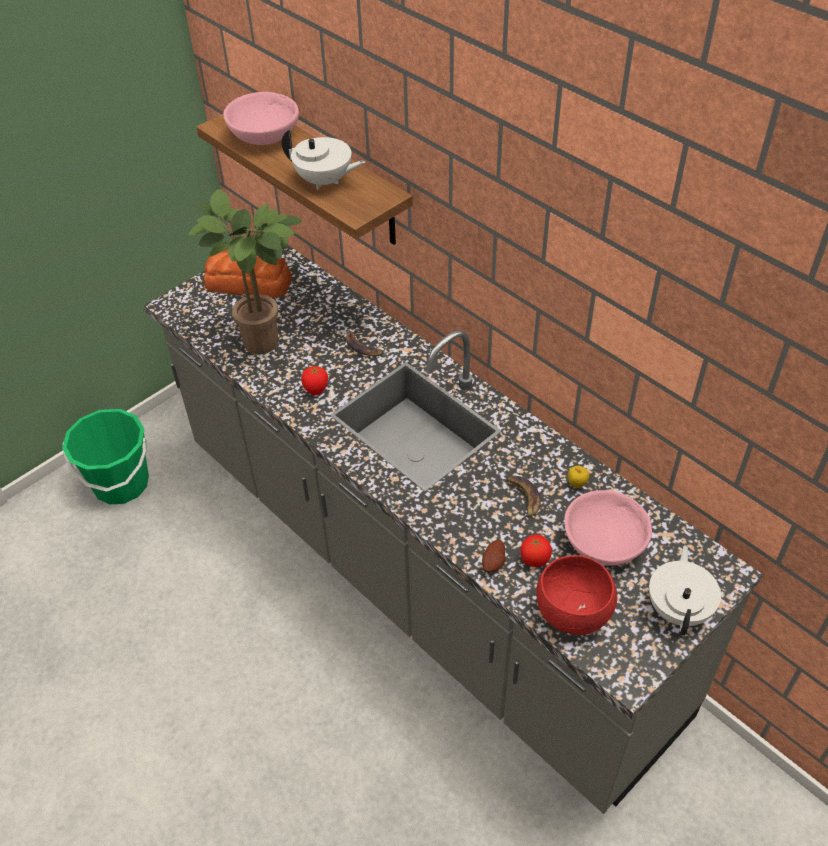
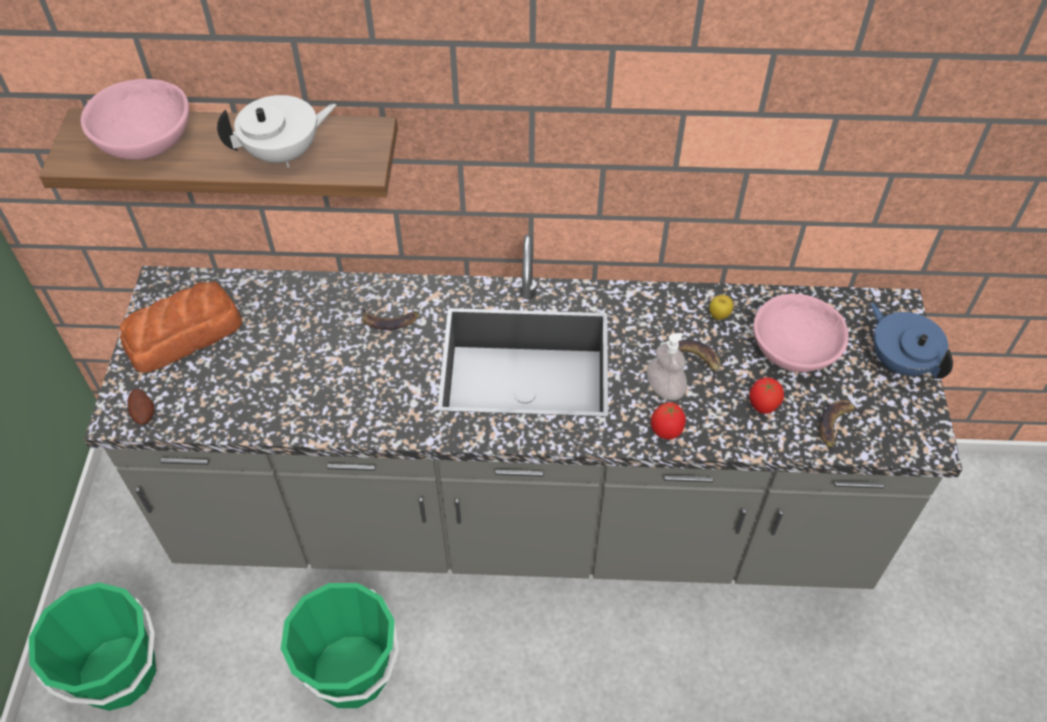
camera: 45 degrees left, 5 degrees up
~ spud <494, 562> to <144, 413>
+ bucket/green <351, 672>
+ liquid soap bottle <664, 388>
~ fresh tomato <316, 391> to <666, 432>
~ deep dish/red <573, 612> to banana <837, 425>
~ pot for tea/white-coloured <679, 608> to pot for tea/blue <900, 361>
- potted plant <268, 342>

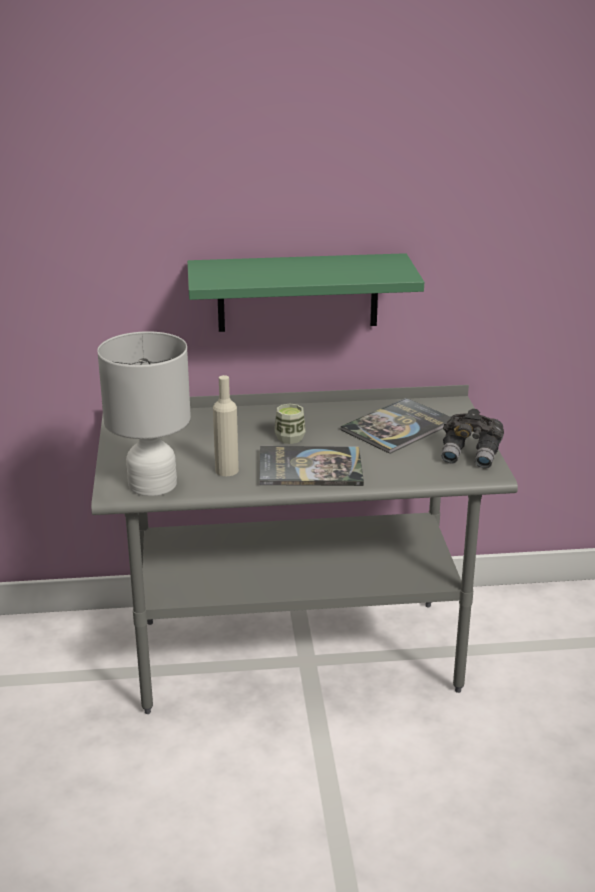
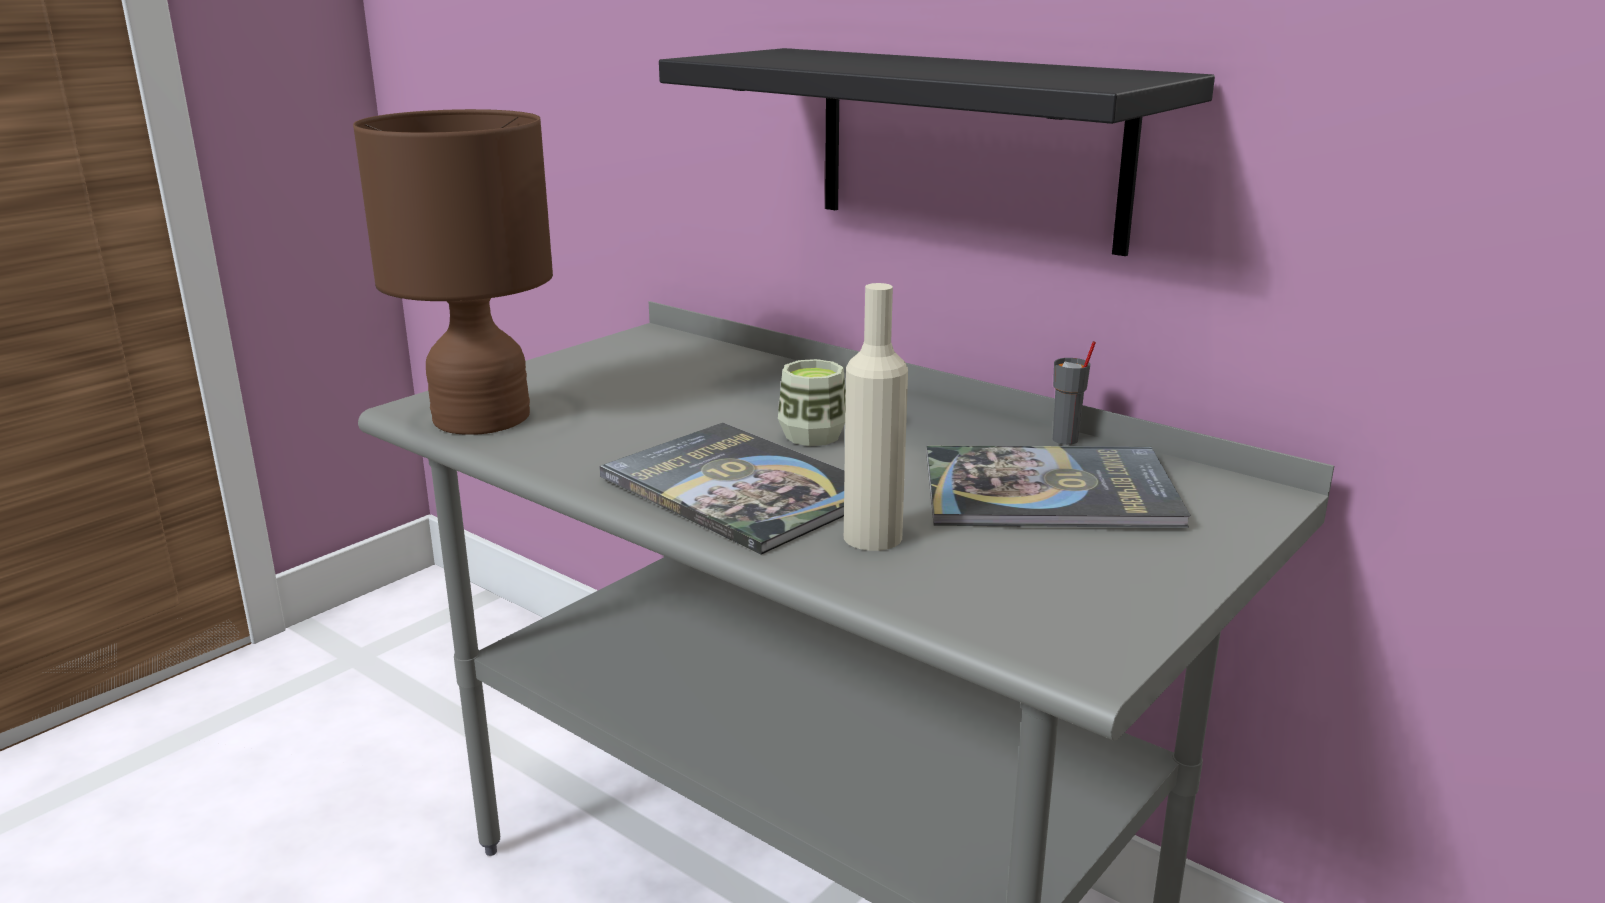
camera: 45 degrees right, 5 degrees down
~ lamp for a table/grey <152, 485> to lamp for a table/brown <479, 418>
~ wall shelf/green <298, 292> to wall shelf/blackish <969, 146>
~ drink bottle/beige-coloured <226, 470> to <872, 537>
+ cup/grey <1065, 440>
- field glasses/grey <471, 455>

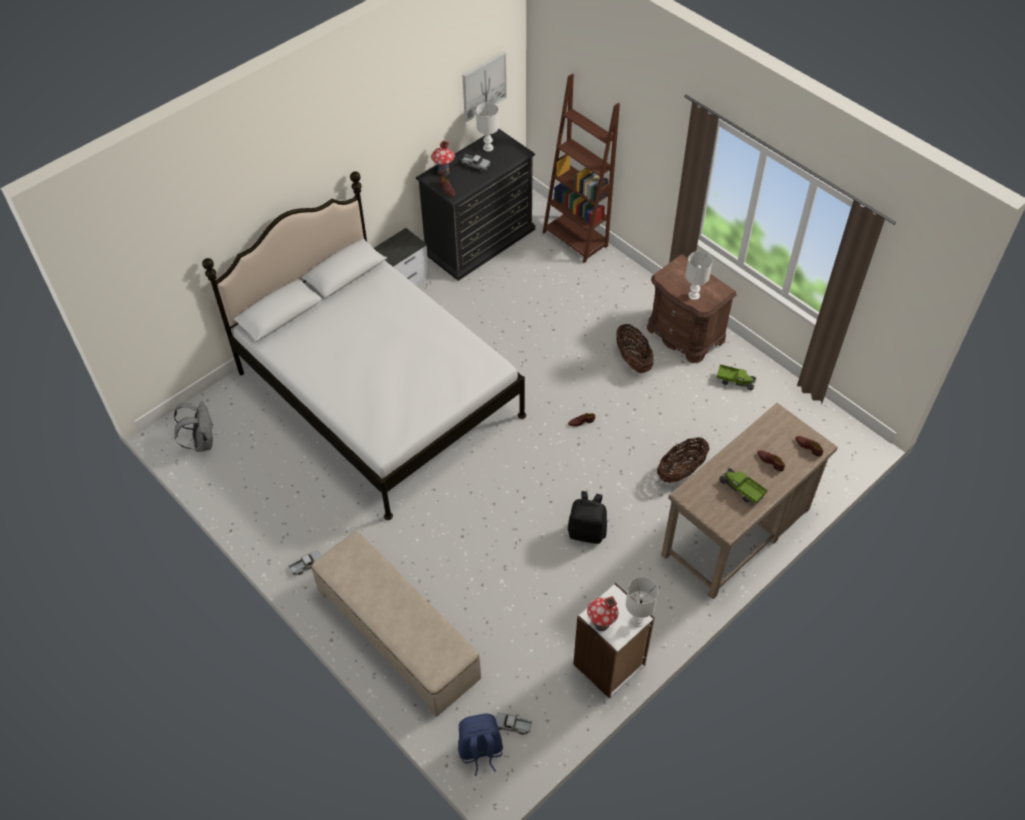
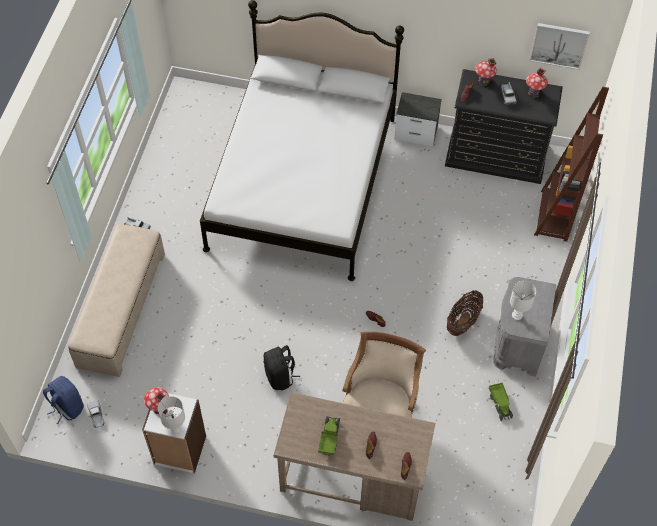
camera: 55 degrees right, 5 degrees up
~ storage basket <681, 471> to computer chair <380, 410>
~ bedside table/brown <683, 336> to bedside table/grey <517, 343>
~ lamp for a table/white-coloured <488, 147> to miniature house <534, 93>
- backpack/grey <202, 442>

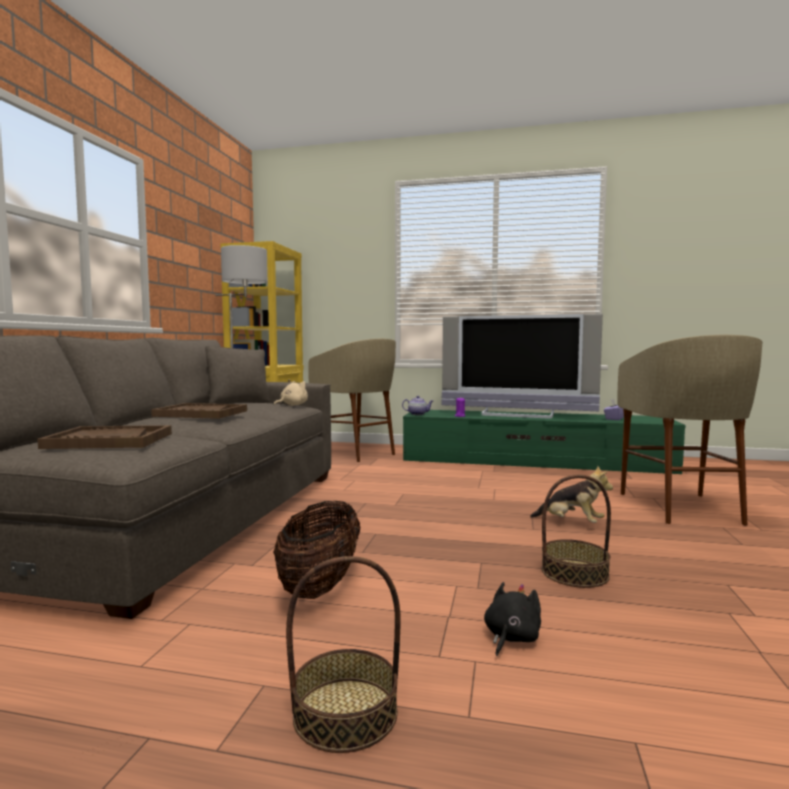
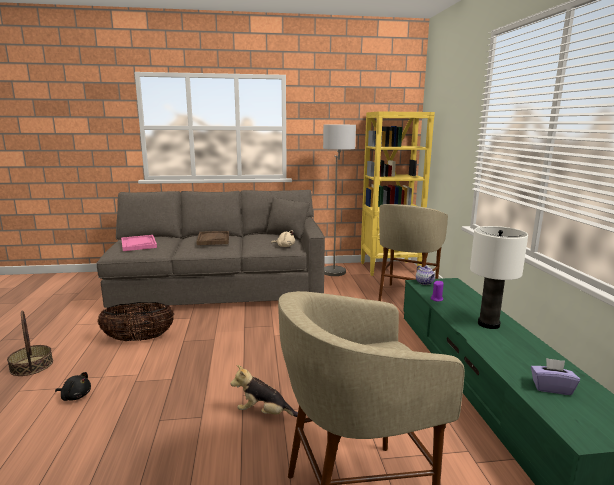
camera: 70 degrees right, 10 degrees up
~ carrying tray/brown <109, 441> to carrying tray/pink <138, 244>
~ cuddly toy <571, 523> = <264, 413> 90 degrees clockwise
~ television <517, 415> to lamp for a table/white-coloured <489, 324>
- storage basket <574, 573>

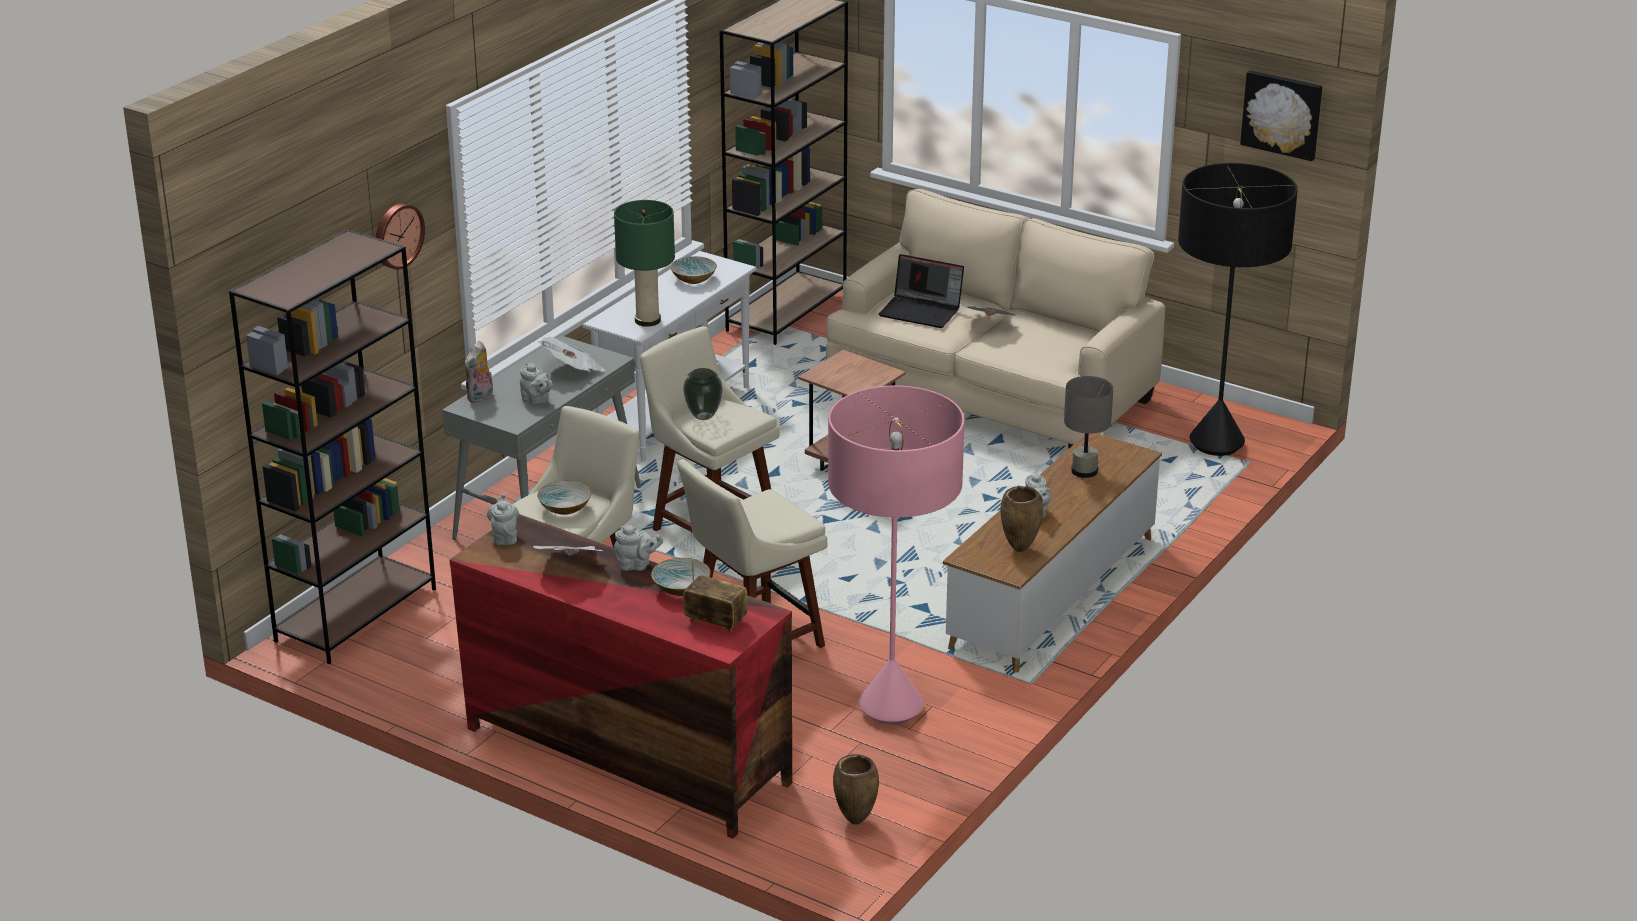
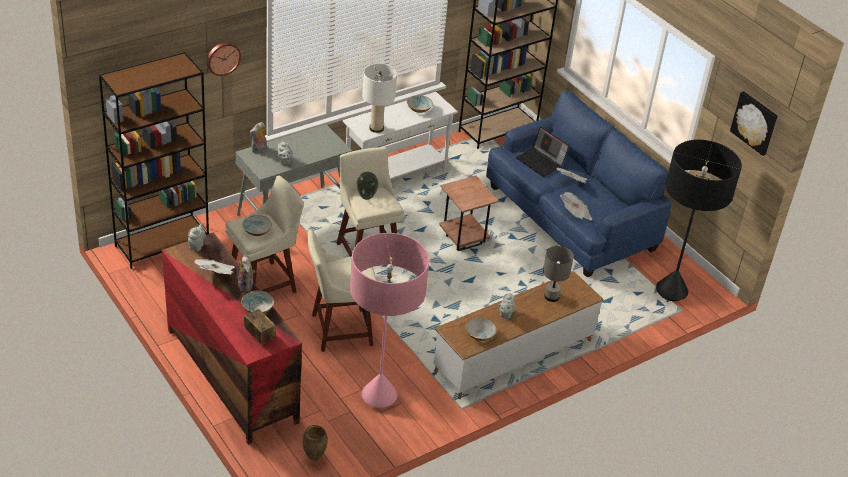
camera: 20 degrees right, 10 degrees up
~ pot for tea/grey <637, 565> to cuddly toy <247, 286>
~ lamp for a table/green <647, 320> to lamp for a table/white-coloured <376, 128>
~ vase/brown <1019, 550> to deep dish <479, 335>
~ couch/beige-coloured <992, 395> to couch/blue <570, 218>
~ printed paper <573, 370> to <575, 214>

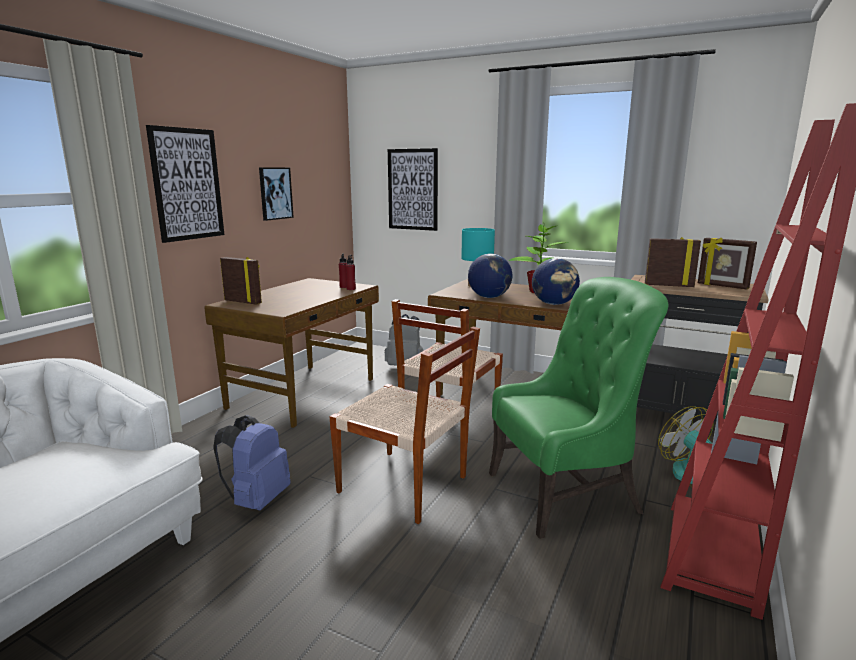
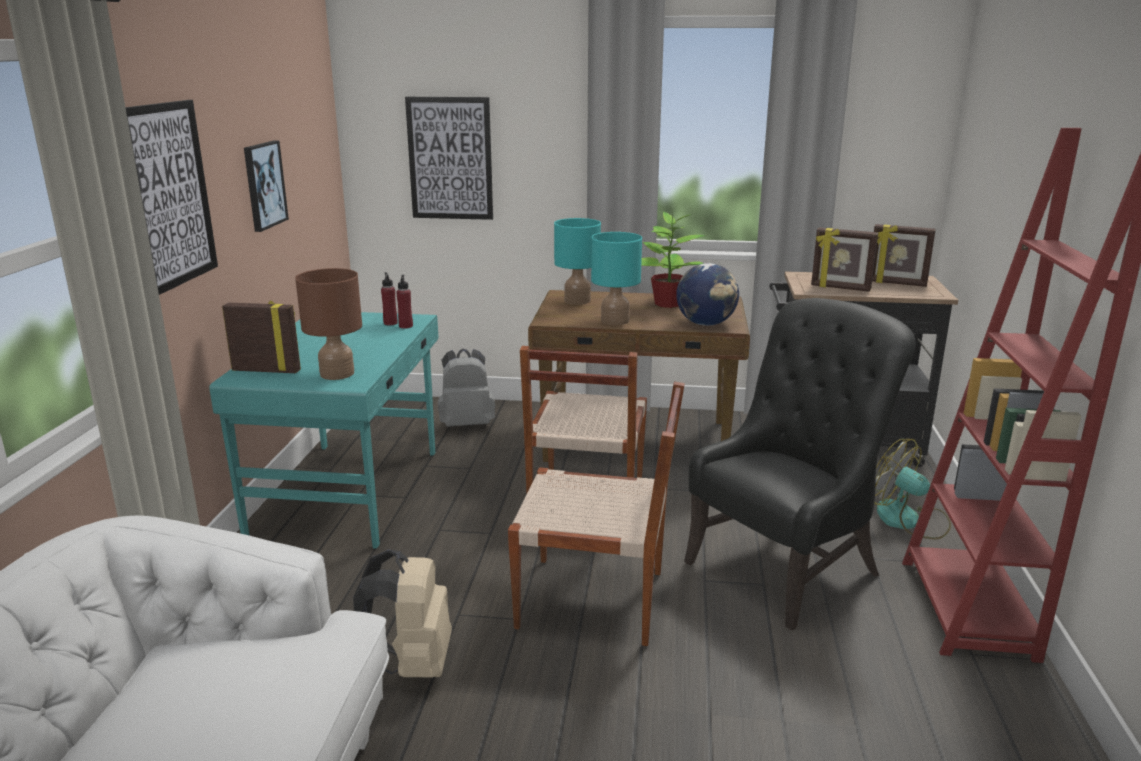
camera: 20 degrees left, 5 degrees up
~ desk unit/brown <305, 393> to desk unit/turquoise <350, 491>
+ lamp for a table/brown <336, 374>
~ backpack/blue <257, 500> to backpack/beige-coloured <413, 664>
~ world globe <489, 297> to lamp for a table/turquoise <614, 321>
~ chair/green <565, 492> to chair/blackish <785, 568>
~ photo frame <668, 285> = <840, 288> 150 degrees counterclockwise

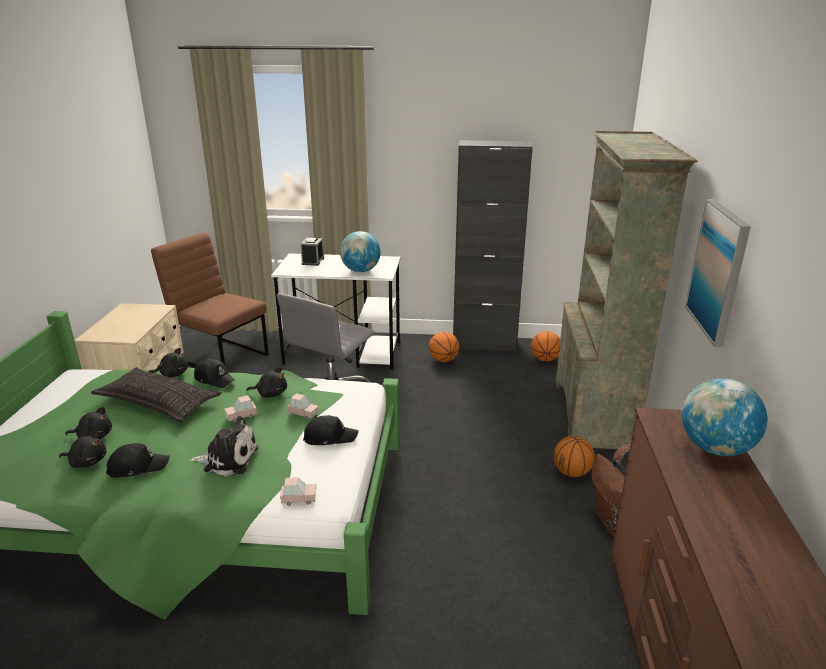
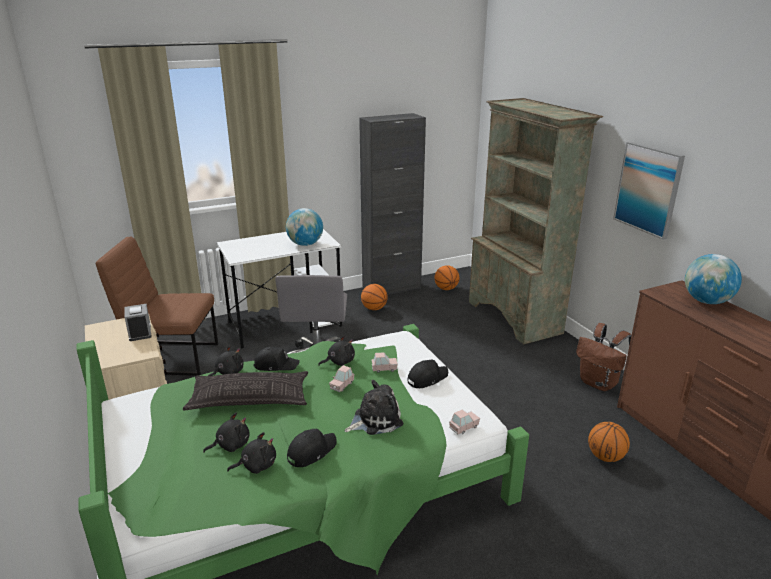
camera: 30 degrees left, 0 degrees up
~ bedside clock <313, 261> to <140, 332>
~ basketball ball <571, 472> to <605, 457>

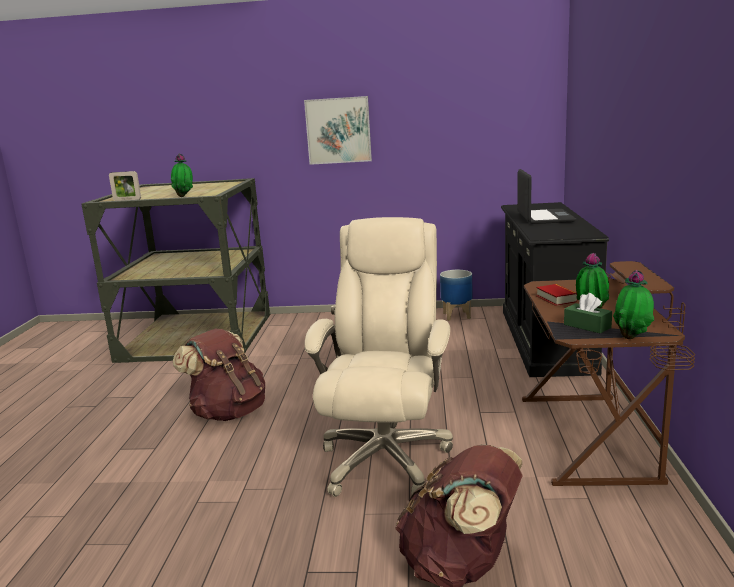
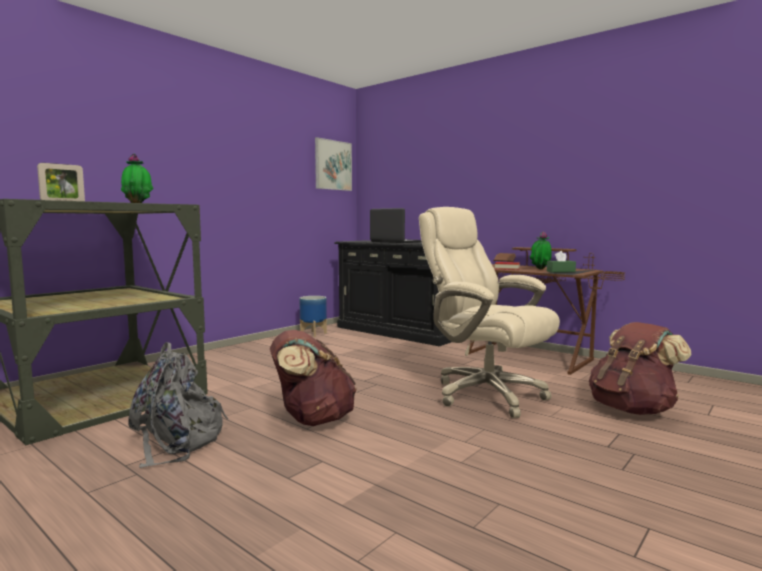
camera: 55 degrees left, 10 degrees down
+ backpack/grey <177, 441>
~ wall art <338, 130> to <333, 165>
- potted plant <632, 338>

